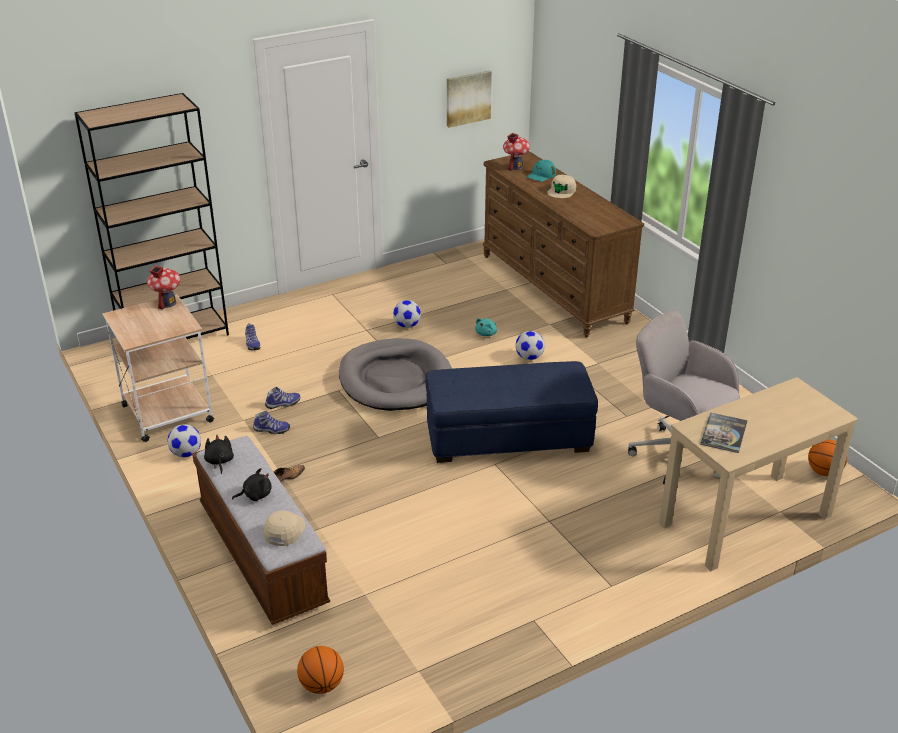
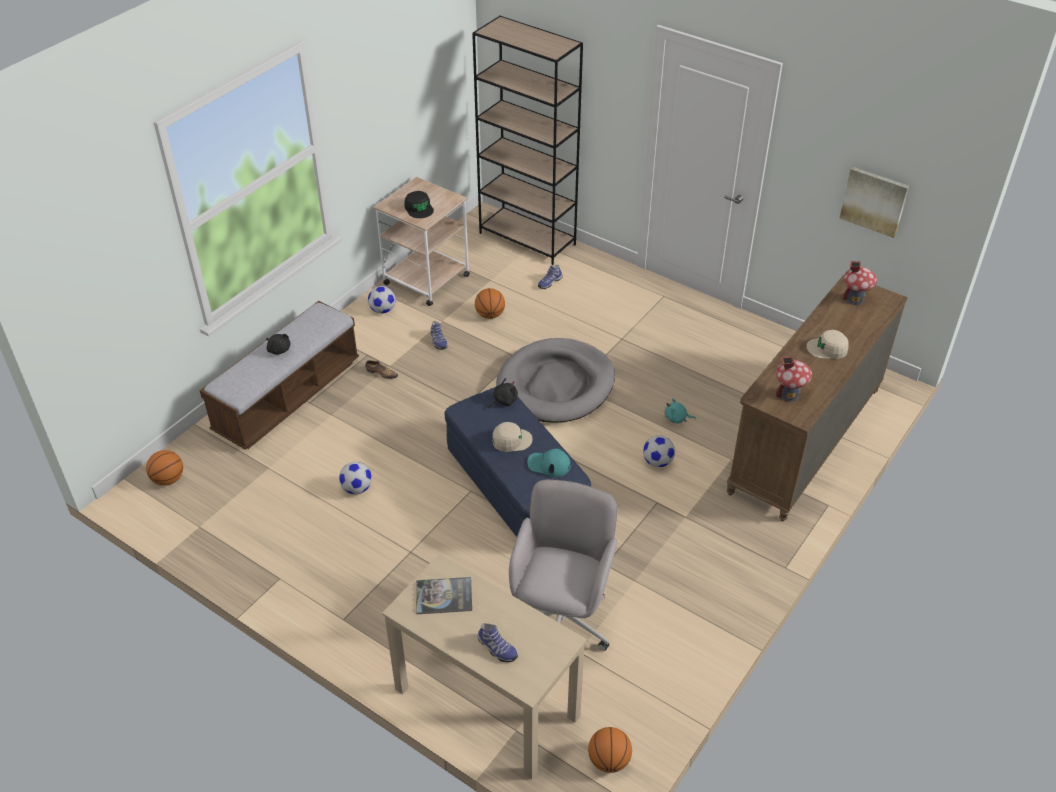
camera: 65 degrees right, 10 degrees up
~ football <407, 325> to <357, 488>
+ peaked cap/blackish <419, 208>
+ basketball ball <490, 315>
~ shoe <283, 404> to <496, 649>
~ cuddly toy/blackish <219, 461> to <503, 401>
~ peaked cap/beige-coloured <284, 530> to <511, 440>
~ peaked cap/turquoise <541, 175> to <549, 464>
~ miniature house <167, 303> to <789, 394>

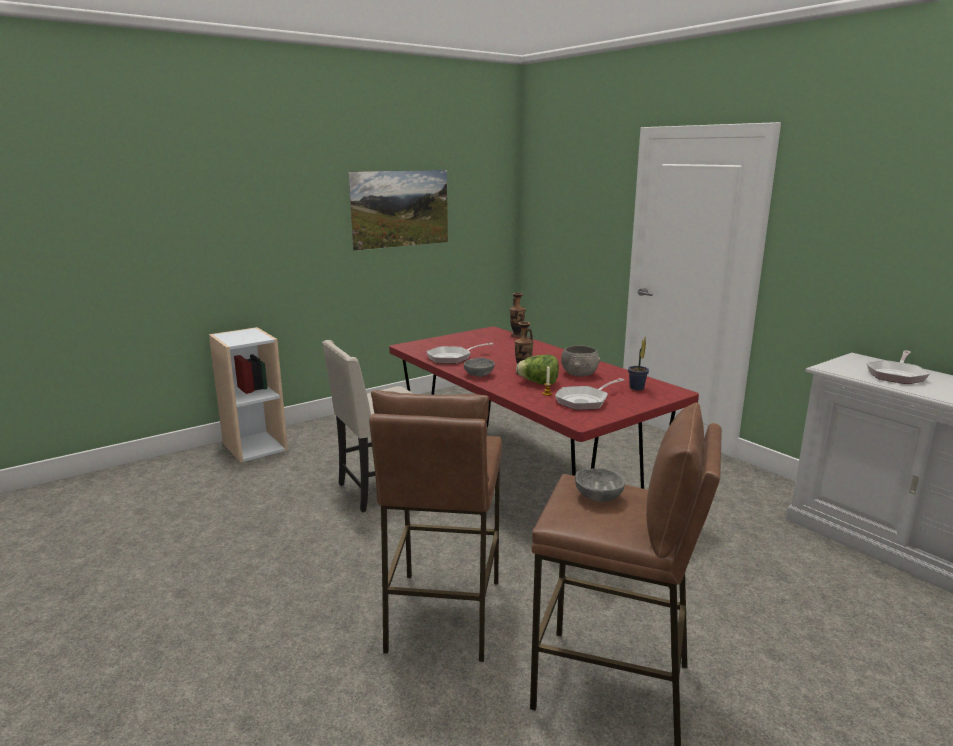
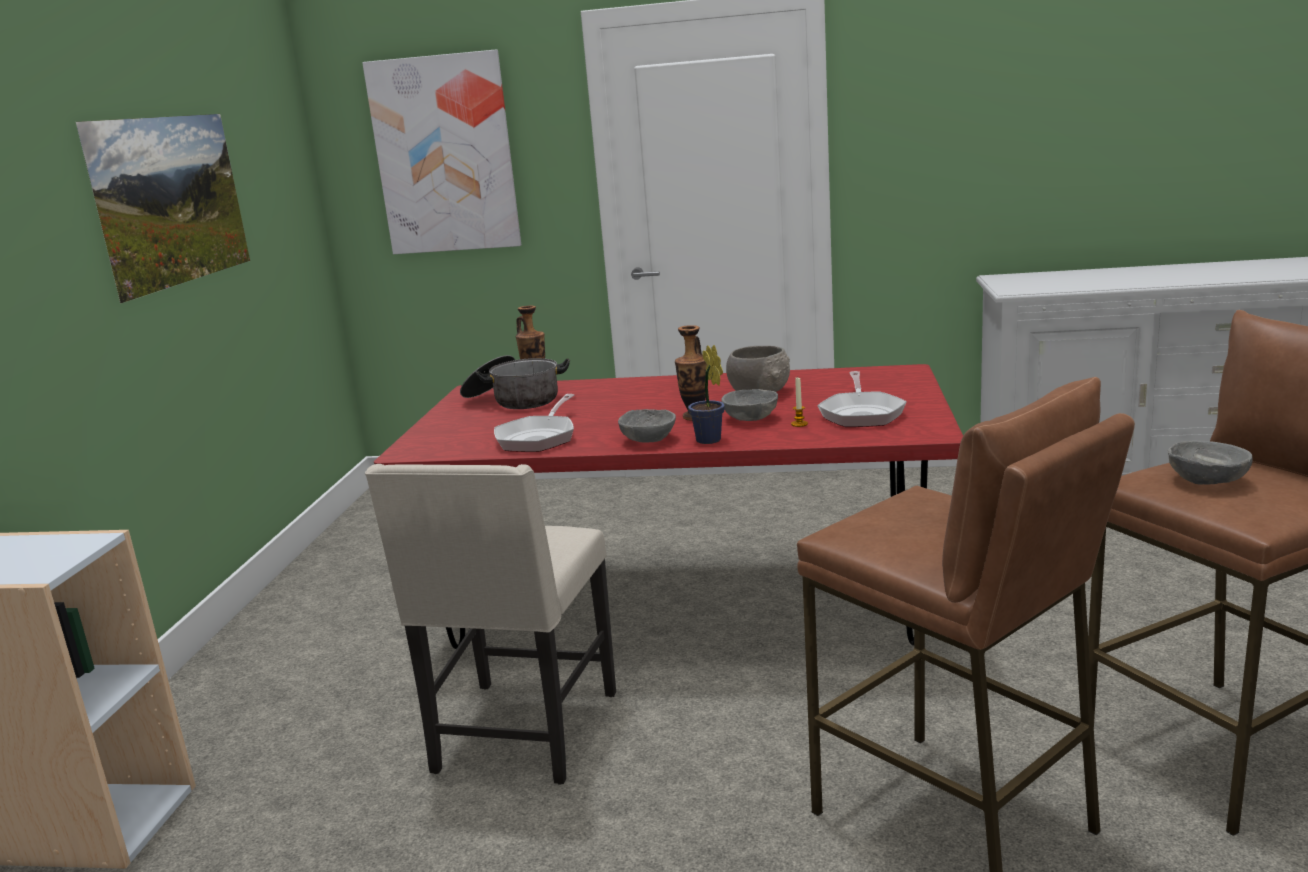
camera: 45 degrees left, 0 degrees up
+ wall art <445, 155>
+ stockpot <514, 400>
~ potted plant <636, 389> to <710, 441>
~ lettuce <538, 383> to deep dish/grey <750, 418>
- pan <896, 375>

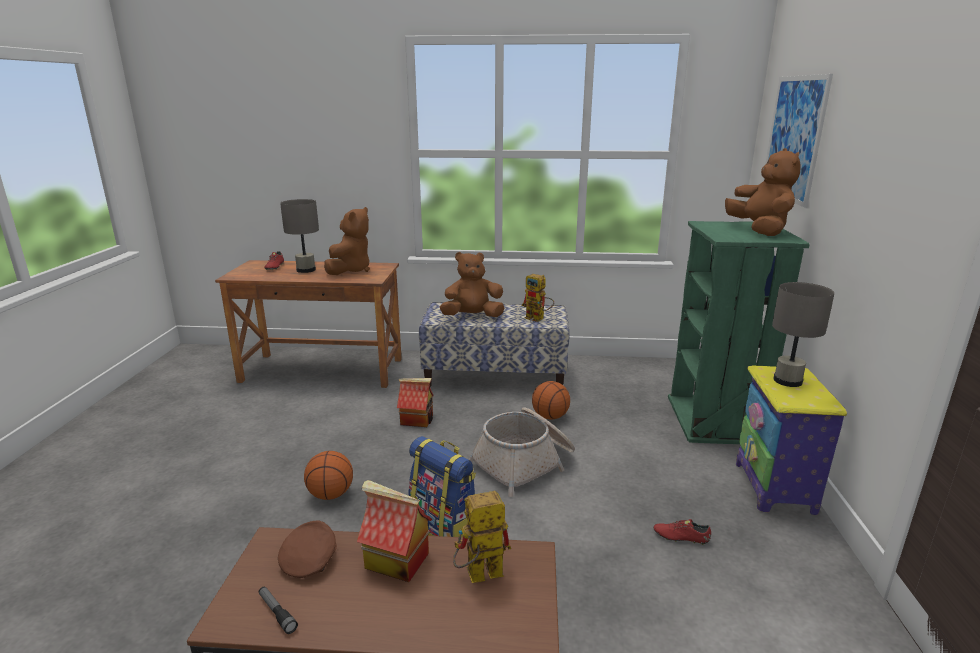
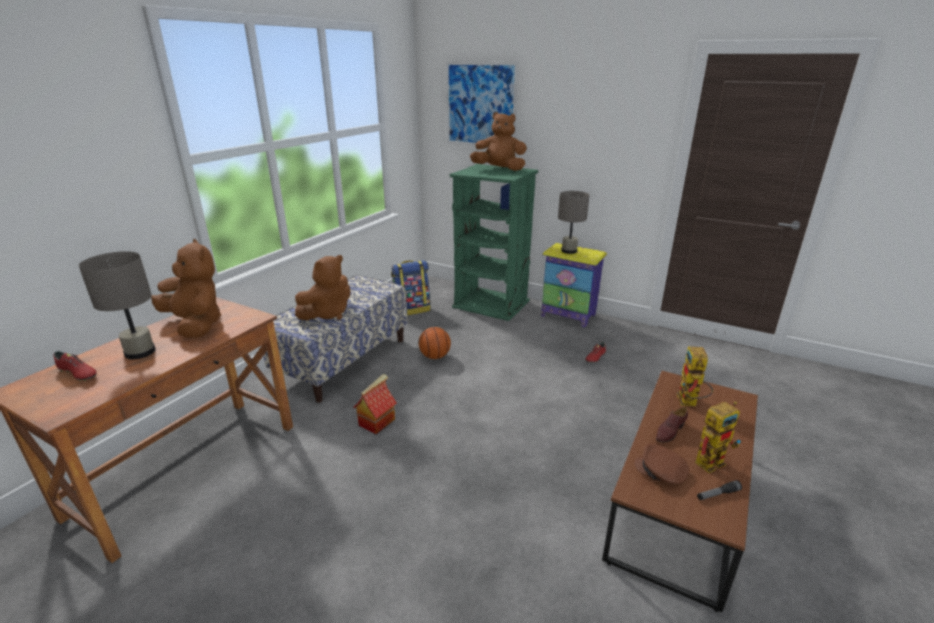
camera: 65 degrees left, 5 degrees up
~ cuddly toy/brown <472, 316> = <327, 314> 150 degrees counterclockwise
~ backpack <445, 531> to <411, 309>
~ miniature house <395, 561> to shoe/brown <669, 431>
~ robot figure <538, 318> to <712, 459>
- basketball ball <331, 494>
- storage basket <525, 463>

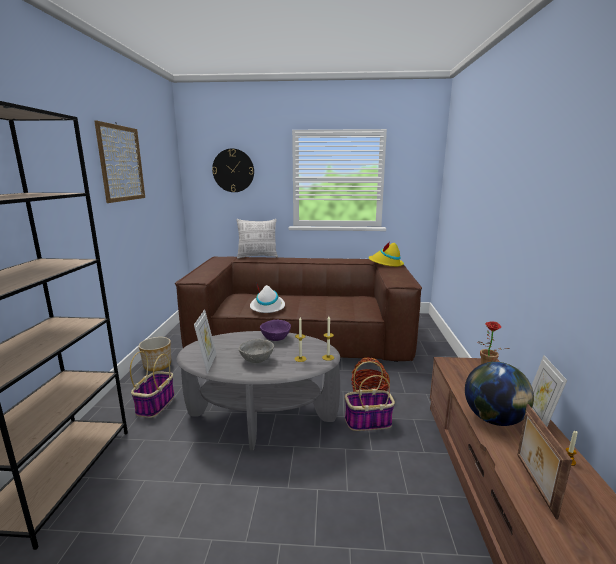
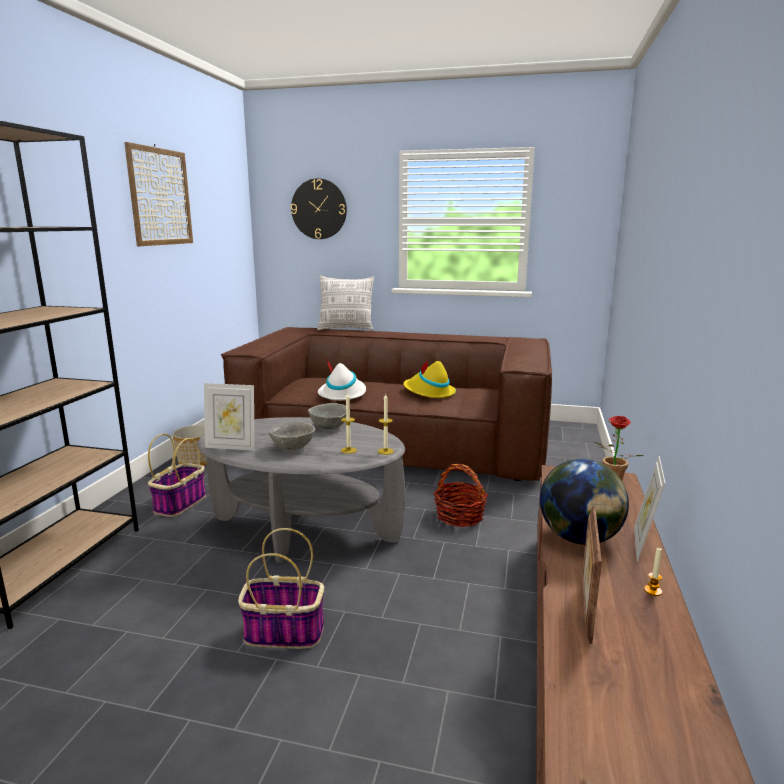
camera: 10 degrees right, 0 degrees up
~ photo frame <207, 363> = <231, 447> 90 degrees clockwise
~ storage basket <367, 422> to <282, 633>
~ deep dish/purple <276, 338> to deep dish/grey <329, 427>
~ hat/yellowish <385, 264> to <428, 392>

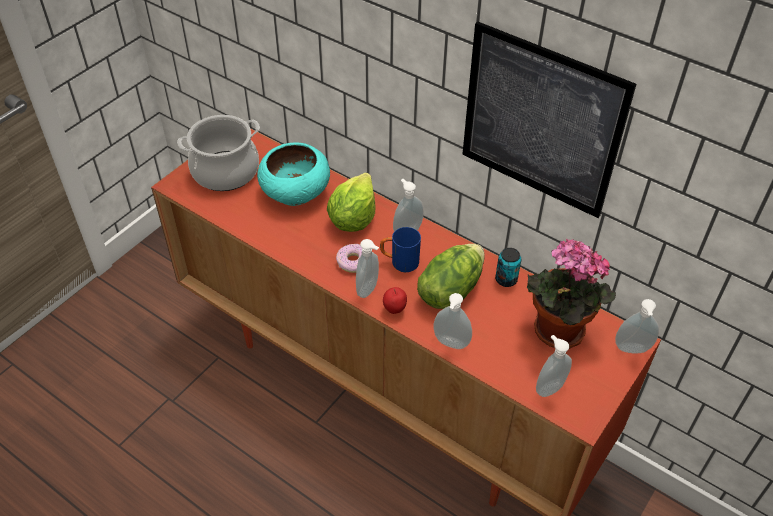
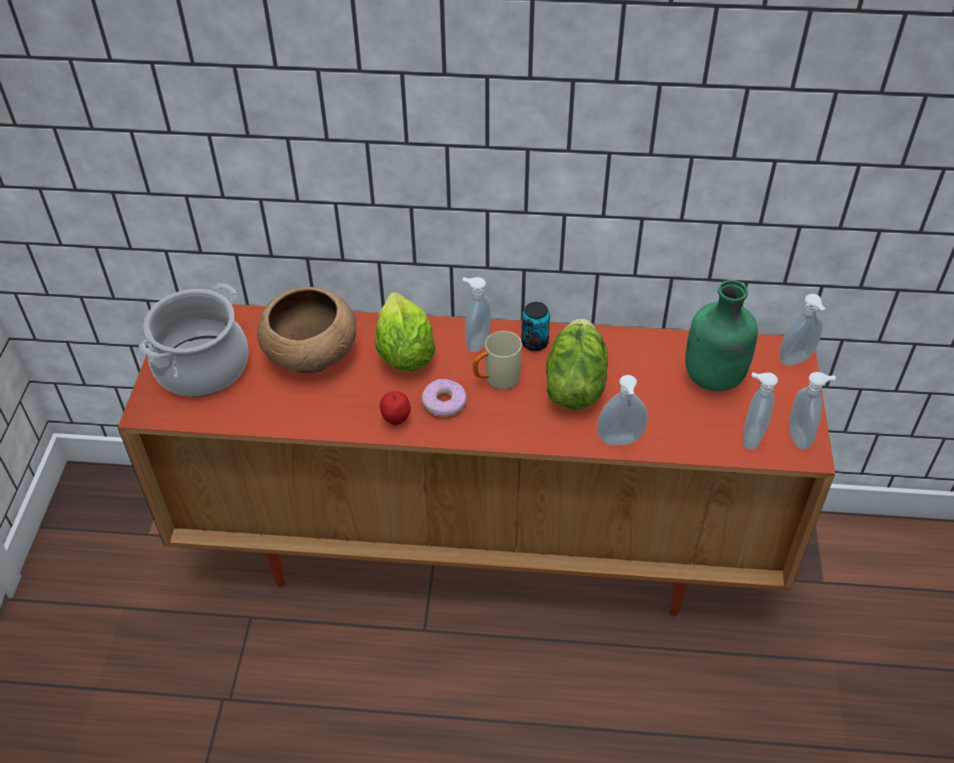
camera: 30 degrees left, 0 degrees up
~ deep dish/turquoise <294, 192> to deep dish/brown <310, 354>
~ apple <394, 310> to <396, 420>
~ mug/blue <399, 262> to mug/beige-coloured <496, 379>
~ can <506, 279> to <534, 342>
~ potted plant <555, 333> to drink bottle/green <713, 378>
~ liquid soap bottle <369, 290> to <800, 437>
- wall art <541, 121>

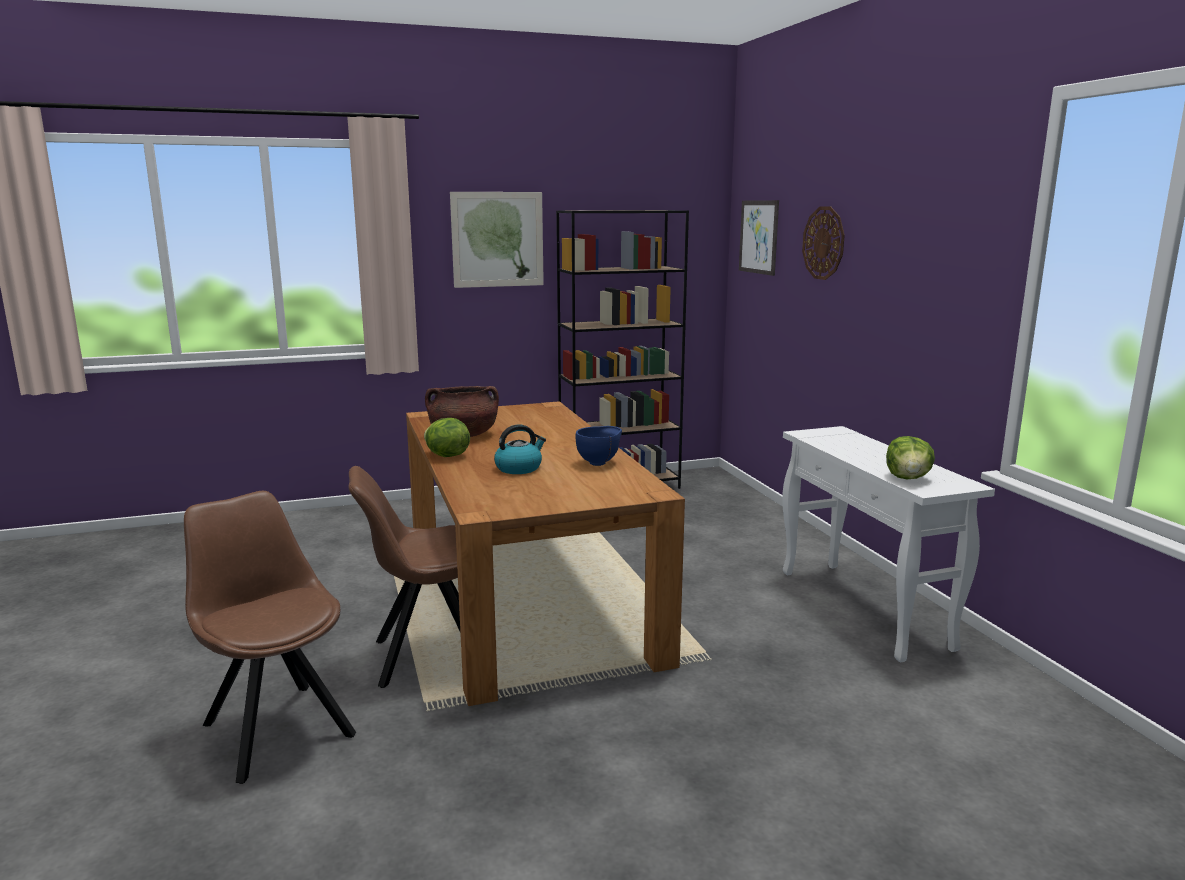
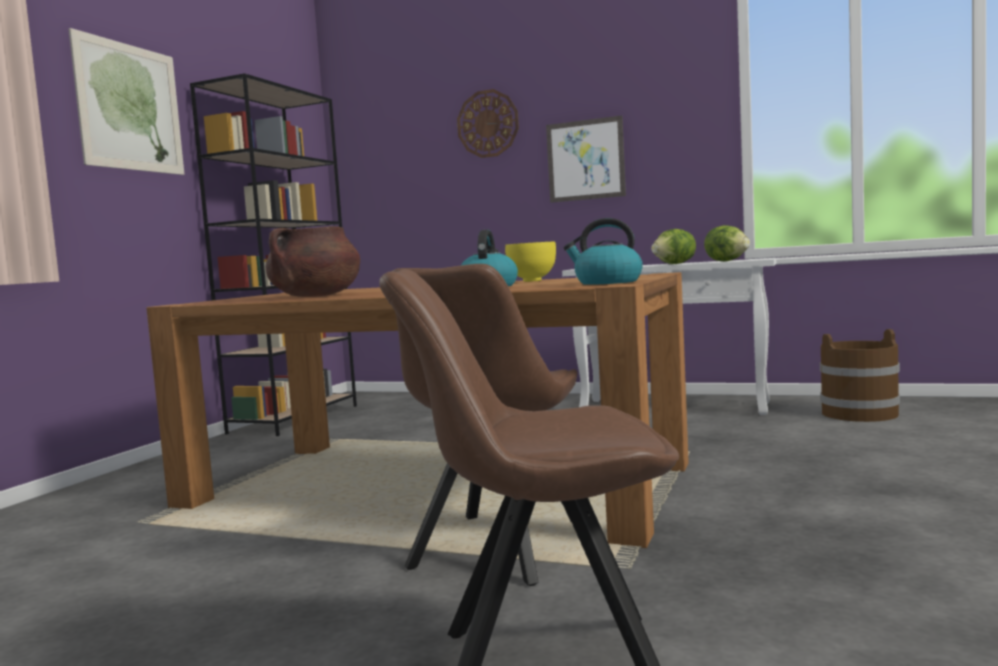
camera: 50 degrees left, 10 degrees down
~ deep dish/blue <599, 463> to deep dish/yellowish <532, 281>
~ wall art <758, 237> to <585, 160>
+ water kettle <607, 282>
~ lettuce <446, 456> to <675, 264>
+ bucket/brown <859, 414>

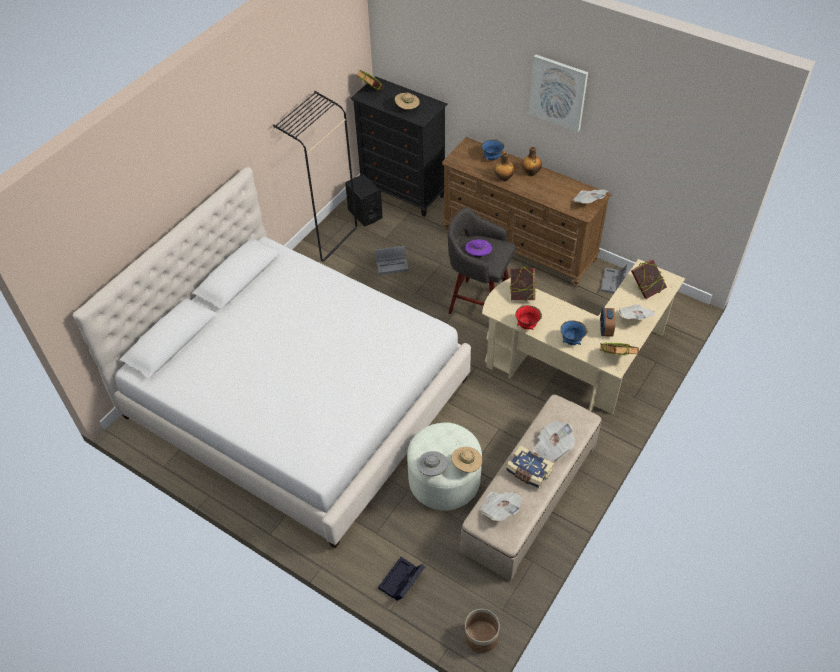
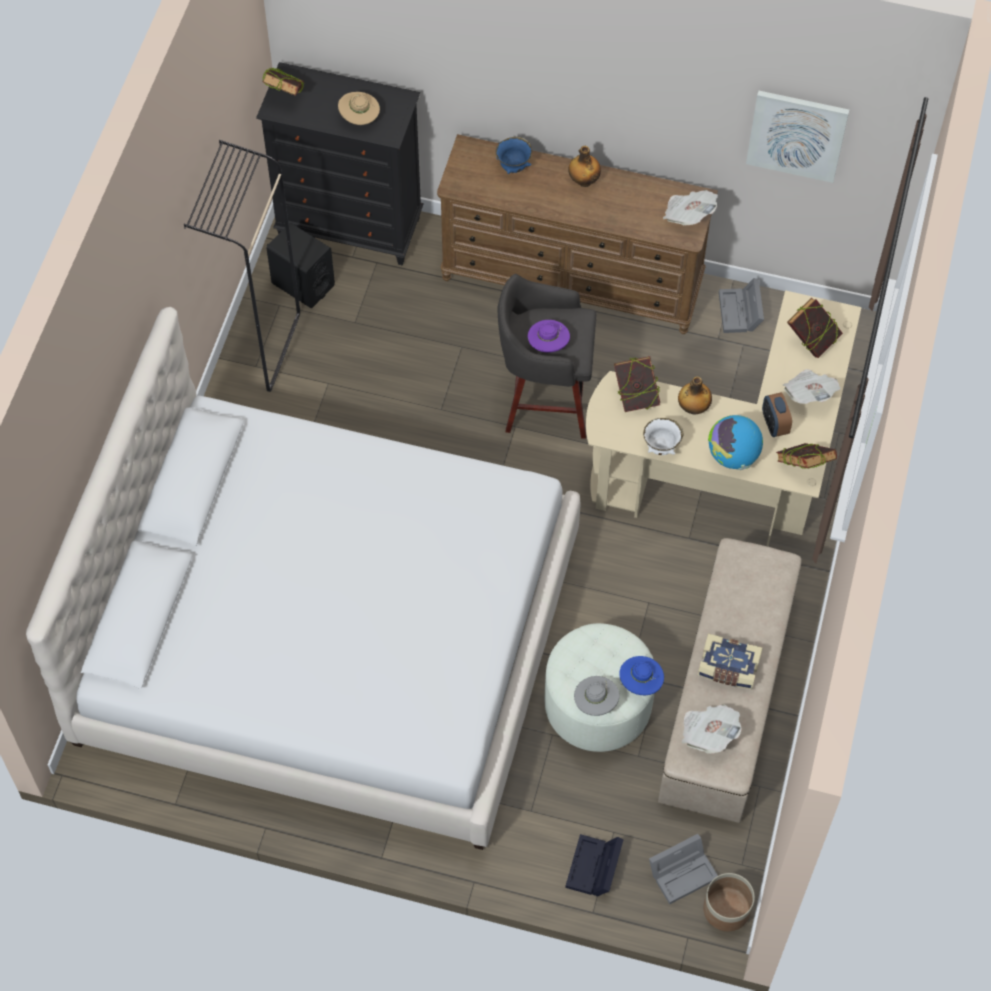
camera: 20 degrees left, 10 degrees up
~ hat/beige-coloured <466, 465> to hat/blue <640, 682>
~ deep dish/red <527, 326> to deep dish/white-coloured <661, 448>
~ storage container/grey <393, 264> to <684, 871>
~ drink bottle <503, 178> to <693, 408>
~ deep dish/blue <571, 341> to world globe <732, 456>
~ wall art <558, 92> to <797, 134>
- printed paper <552, 447>

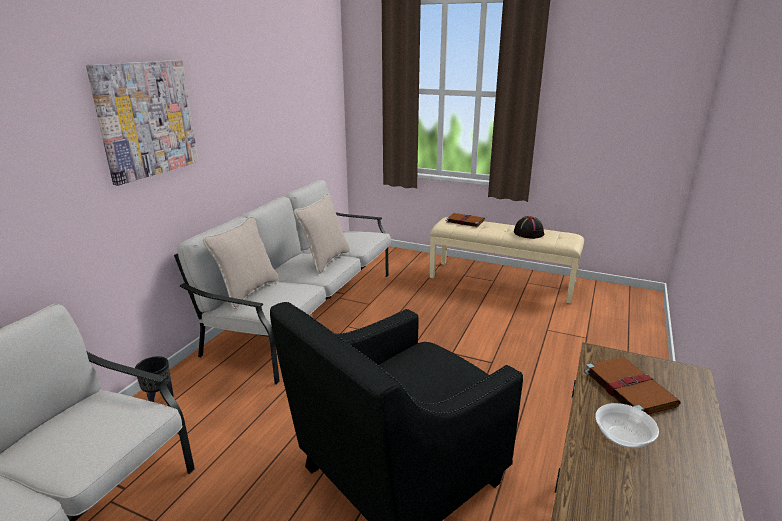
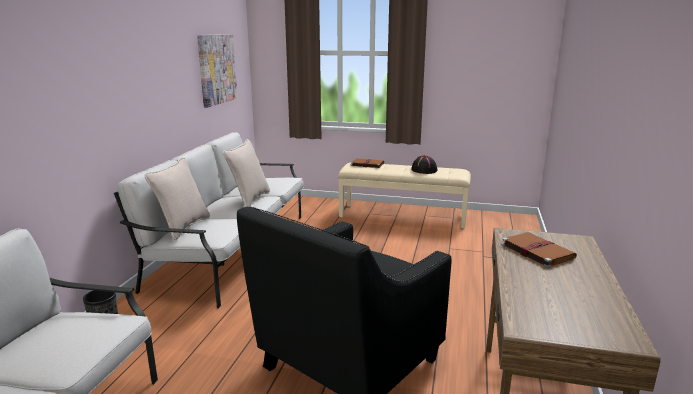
camera: 10 degrees left, 5 degrees down
~ wall art <146, 119> to <217, 69>
- deep dish <623, 436>

